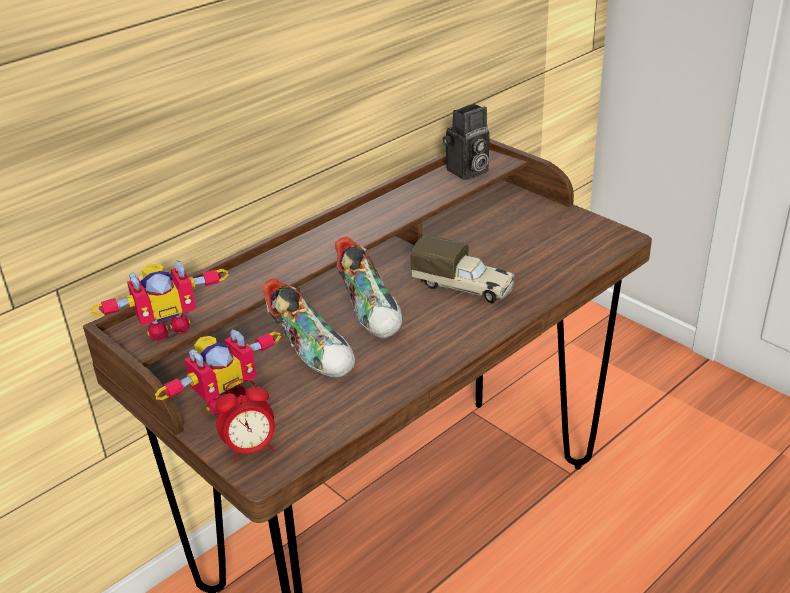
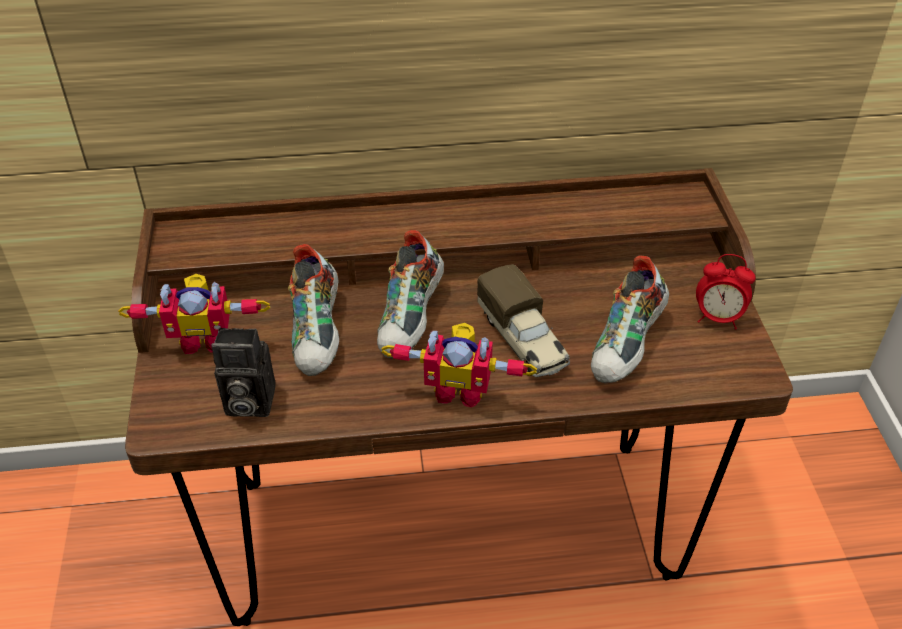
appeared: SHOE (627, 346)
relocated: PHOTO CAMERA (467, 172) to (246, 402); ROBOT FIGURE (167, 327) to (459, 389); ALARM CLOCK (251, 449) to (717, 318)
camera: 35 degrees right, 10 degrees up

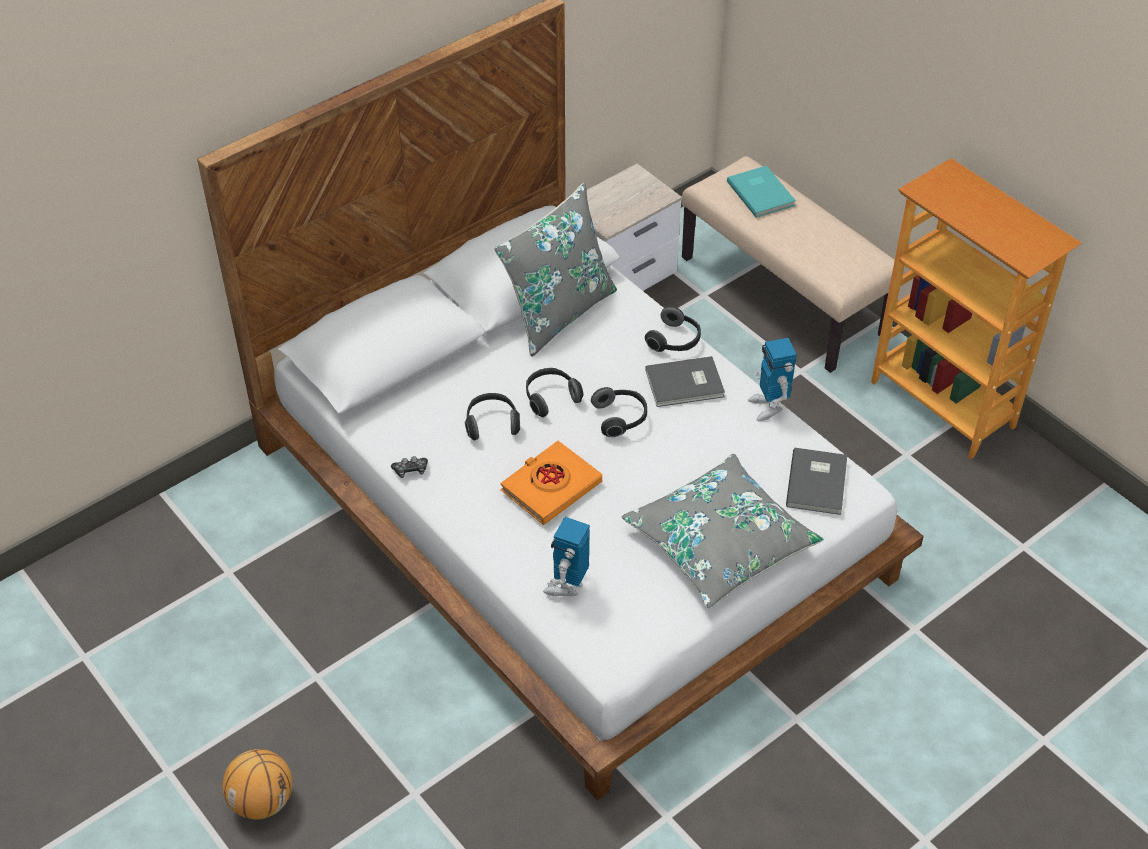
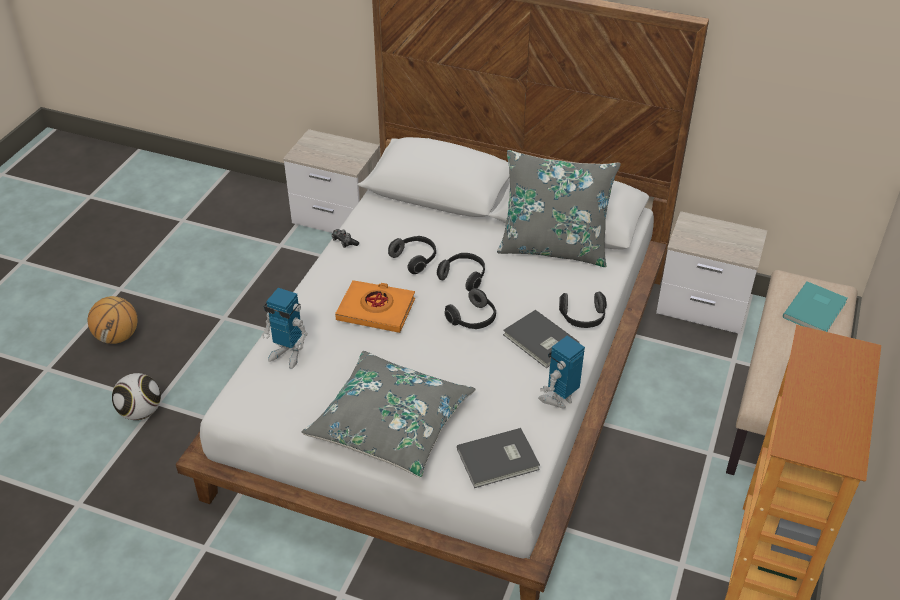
appeared: FOOTBALL BALL (141, 411); NIGHTSTAND (339, 218)
spun: ROBOT FIGURE (567, 586) = (287, 354) 150 degrees counterclockwise
camera: 60 degrees right, 5 degrees down

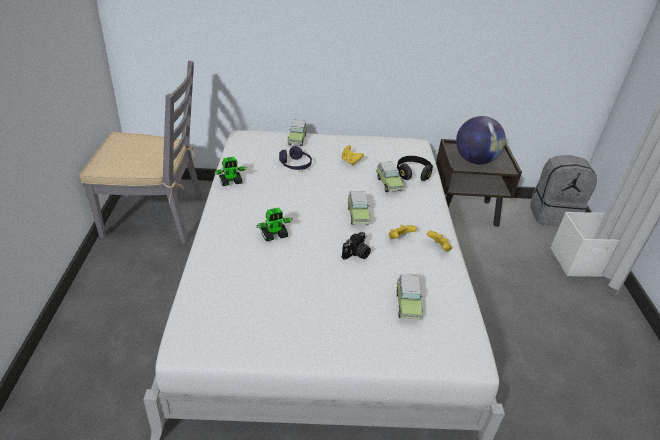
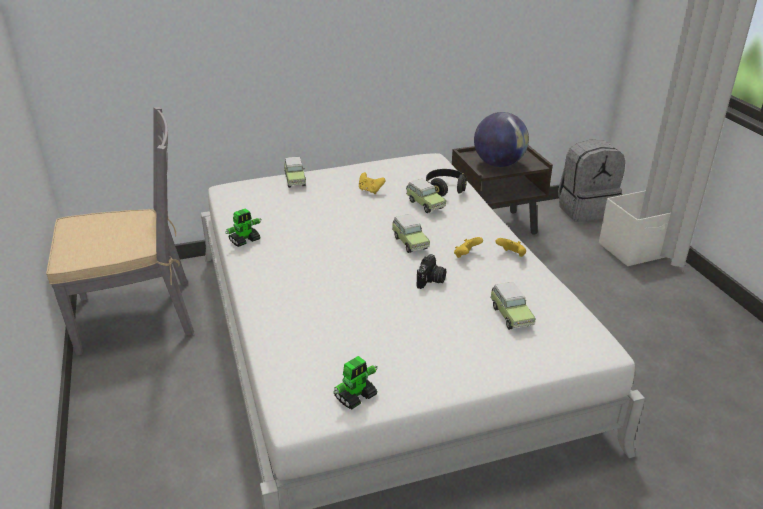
missing: PURPLISH PAIR OF HEADPHONES (295, 165)
relocated: ROBOT FIGURE (274, 235) to (356, 396)
camera: 15 degrees left, 5 degrees down

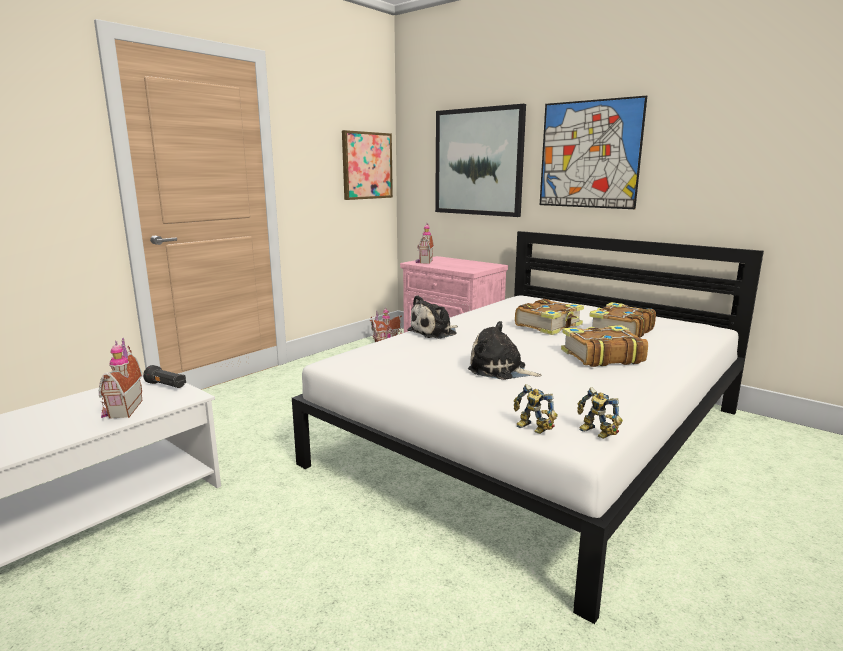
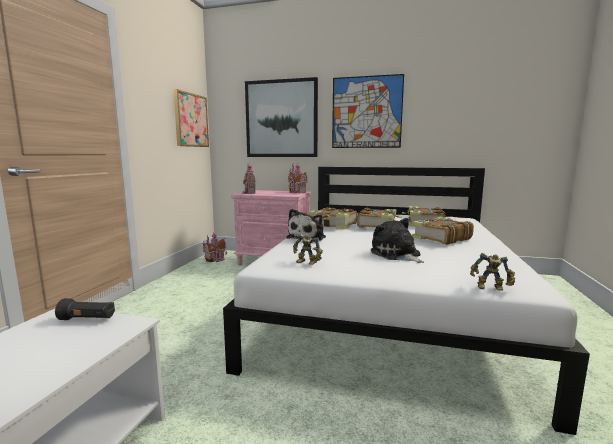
appeared: BOUND BOOK (333, 225)
relocated: MODEL HOUSE (121, 410) to (296, 192); ROBOT FIGURE (595, 433) to (306, 263)
spun: PLUSH TOY (500, 370) = (396, 254) 60 degrees clockwise
camera: 25 degrees left, 5 degrees down

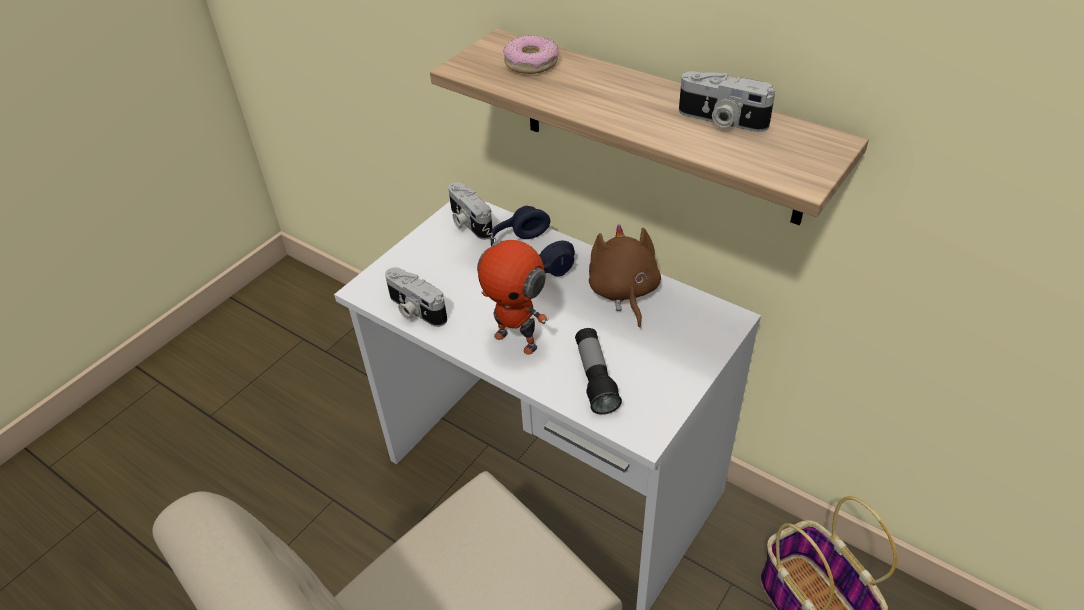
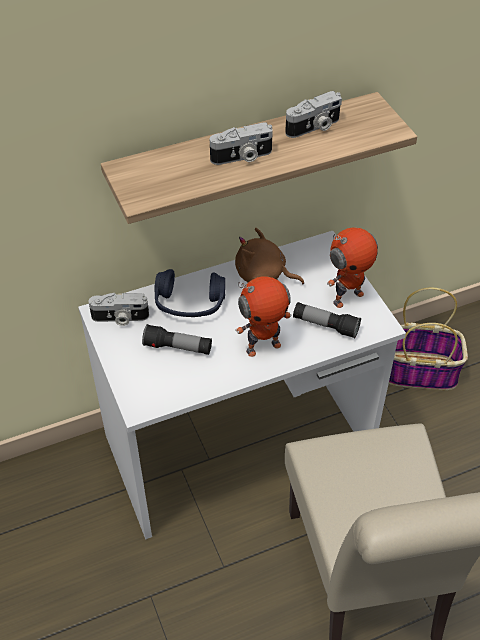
missing: DOUGHNUT (531, 63)
appeared: HAND TORCH (178, 347); ROBOT FIGURE (347, 297)
relocated: PHOTO CAMERA (415, 310) to (242, 157)
camera: 60 degrees left, 5 degrees up

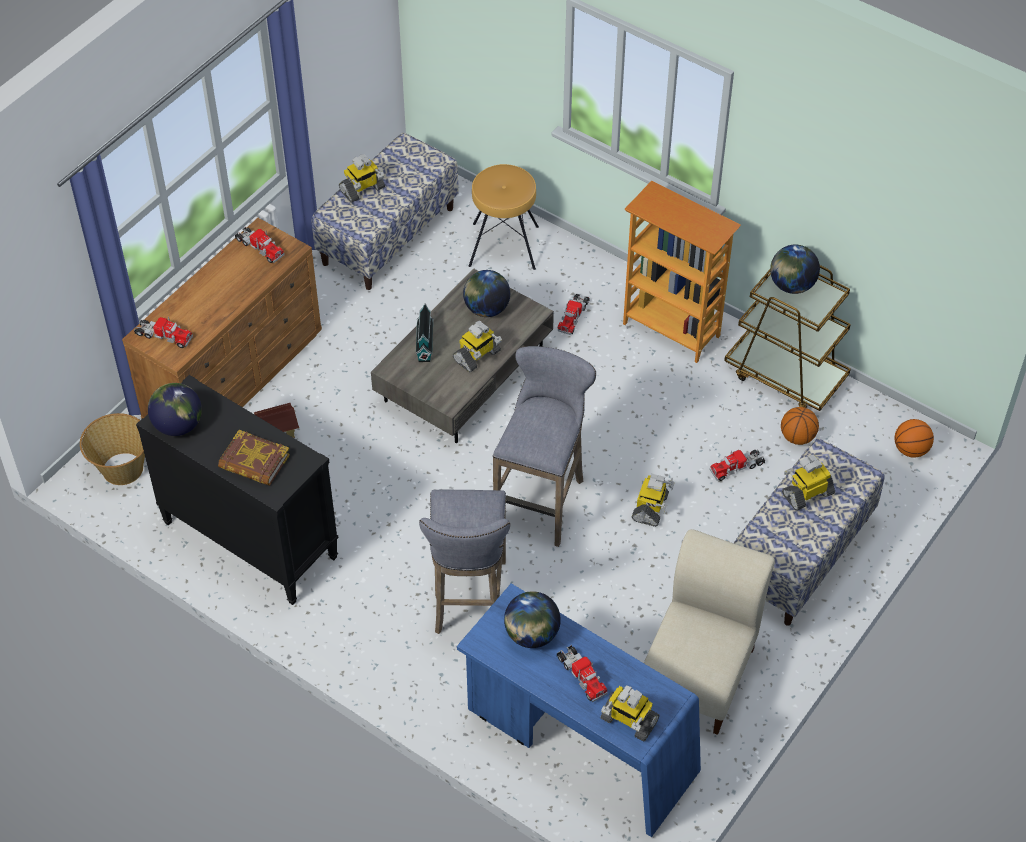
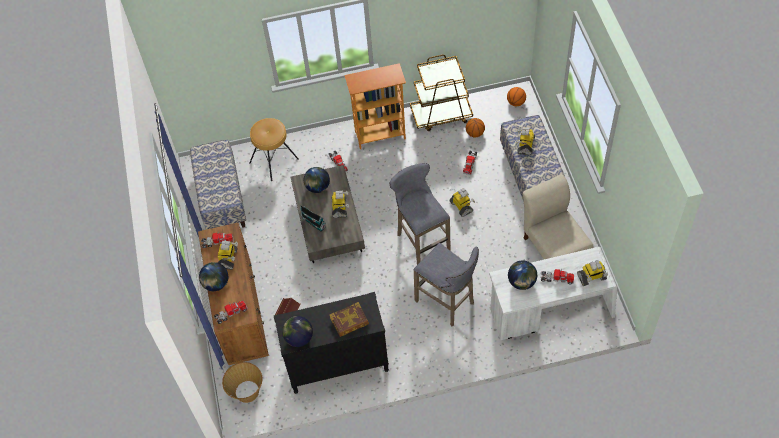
relocated: DESK GLOBE (791, 285) to (216, 284); ROBOT FIGURE (362, 190) to (228, 259)
colour: BLUE DESK TABLE (578, 743) to WHITISH DESK TABLE (550, 312)
camera: 45 degrees left, 5 degrees up

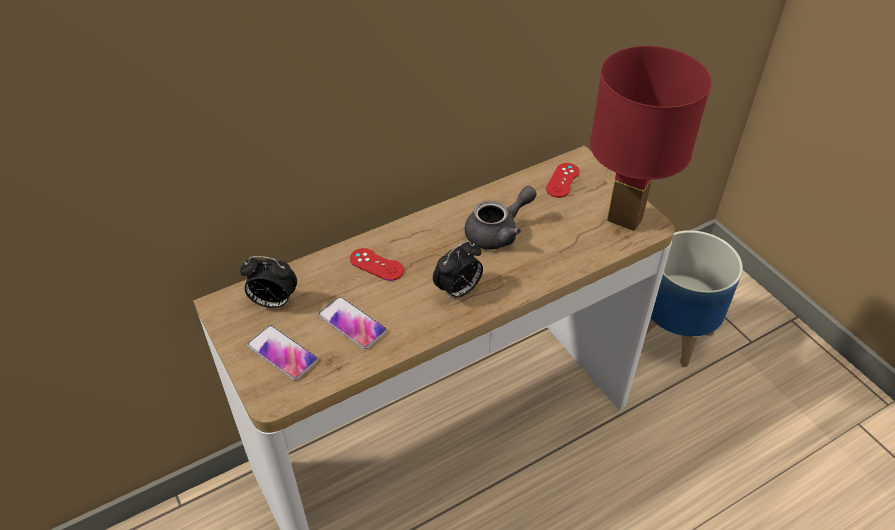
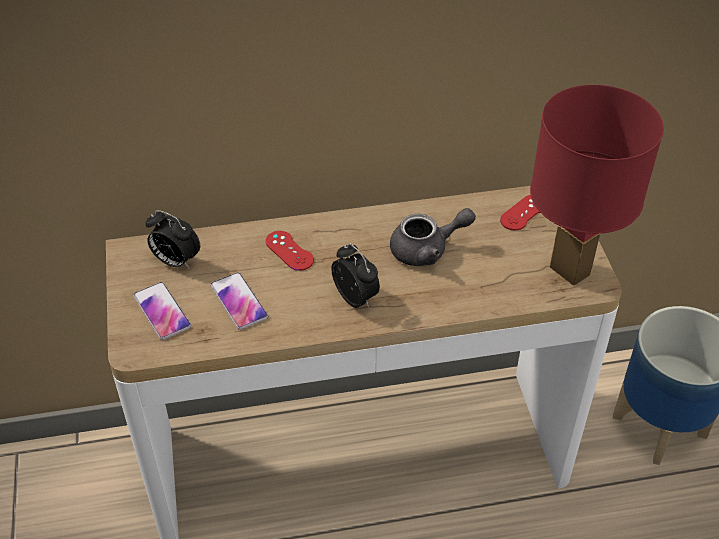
spun: ALARM CLOCK (458, 291) = (356, 298) 105 degrees counterclockwise
camera: 20 degrees right, 0 degrees up

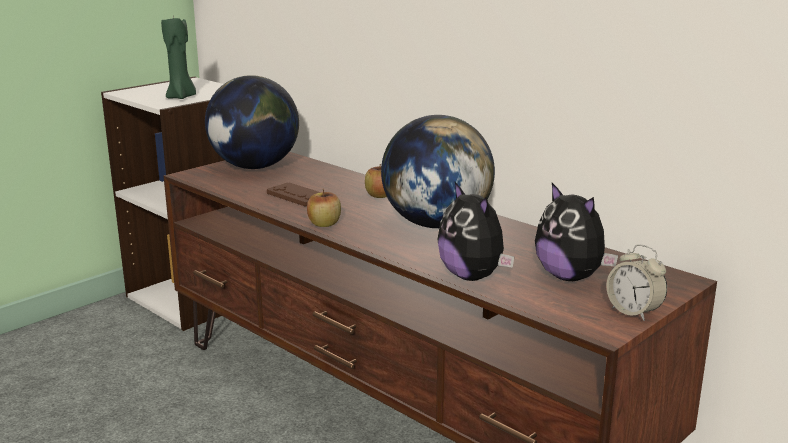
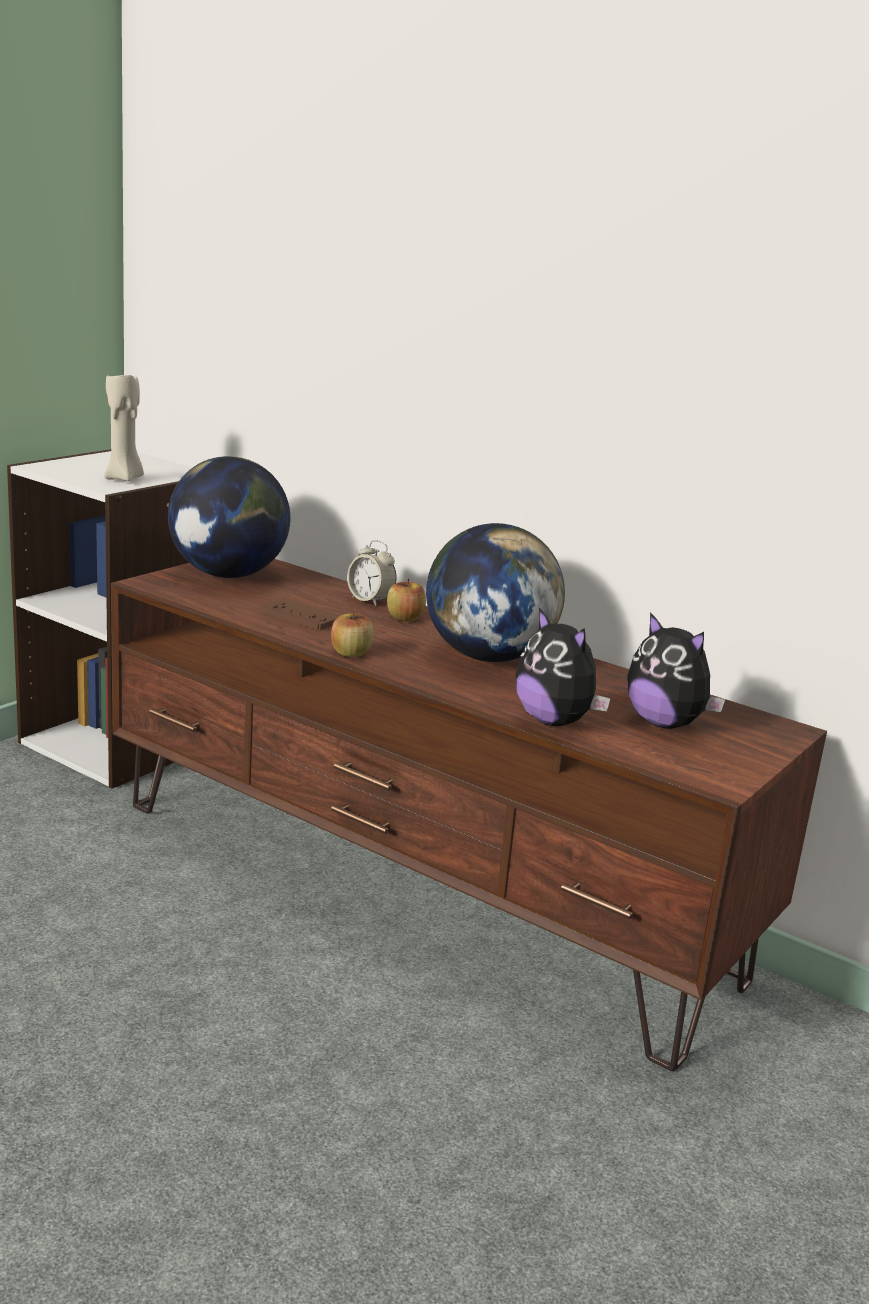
relocated: ALARM CLOCK (633, 312) to (370, 600)
colour: GREEN WAX LIGHT (181, 97) to BEIGE-COLOURED WAX LIGHT (124, 478)
camera: 10 degrees left, 0 degrees up

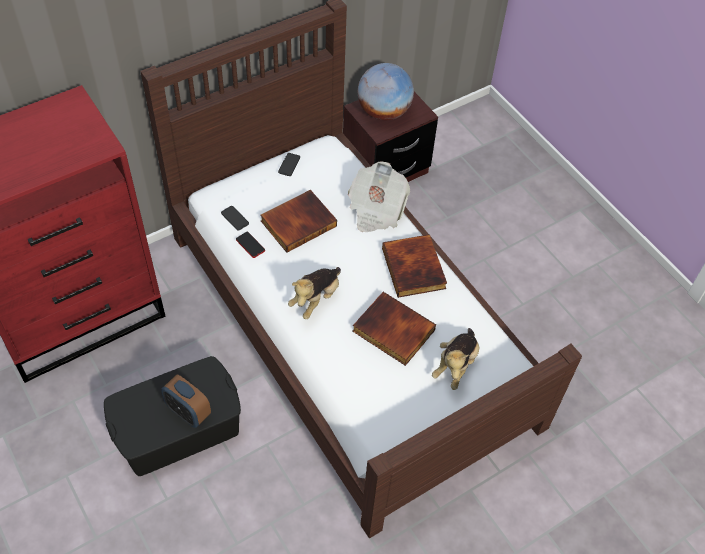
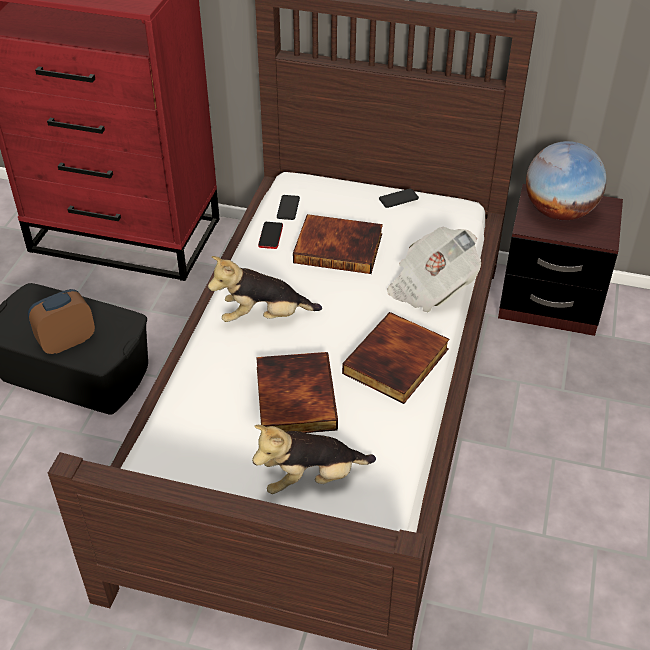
spun: ALARM CLOCK (188, 412) = (66, 341) 60 degrees clockwise
camera: 50 degrees right, 10 degrees down

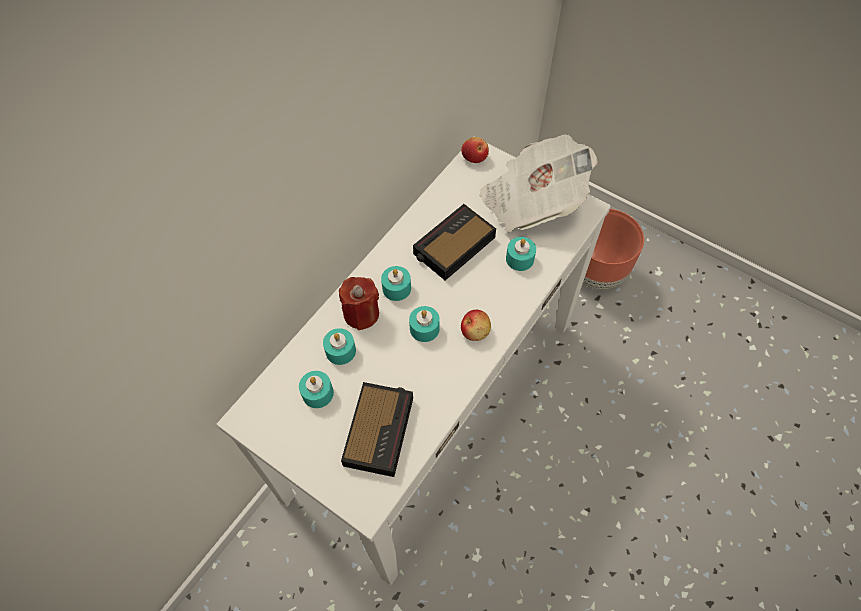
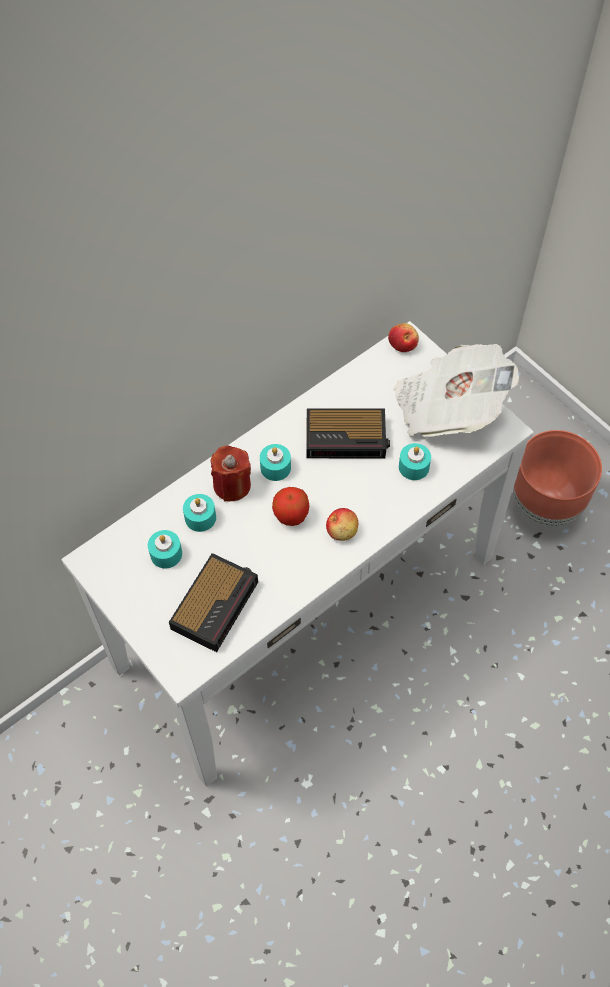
exchanged: BLUE-GREEN WAX LIGHT (424, 328) to WHOLE APPLE (291, 515)
spun: ALARM CLOCK (453, 247) = (347, 438) 150 degrees counterclockwise
camera: 15 degrees right, 0 degrees up

